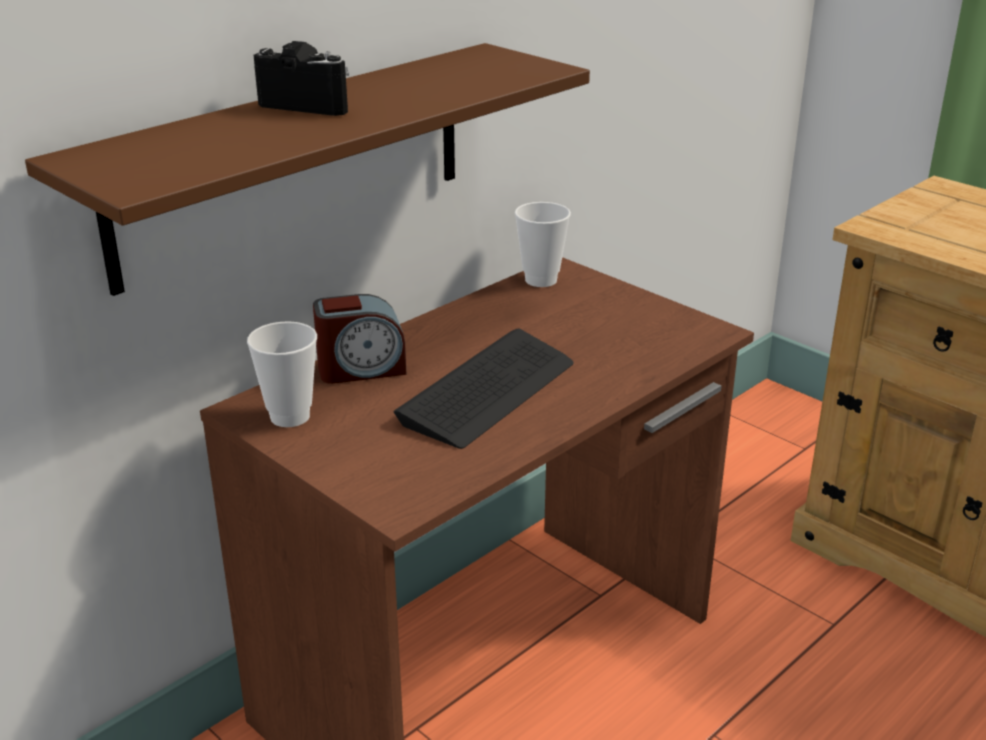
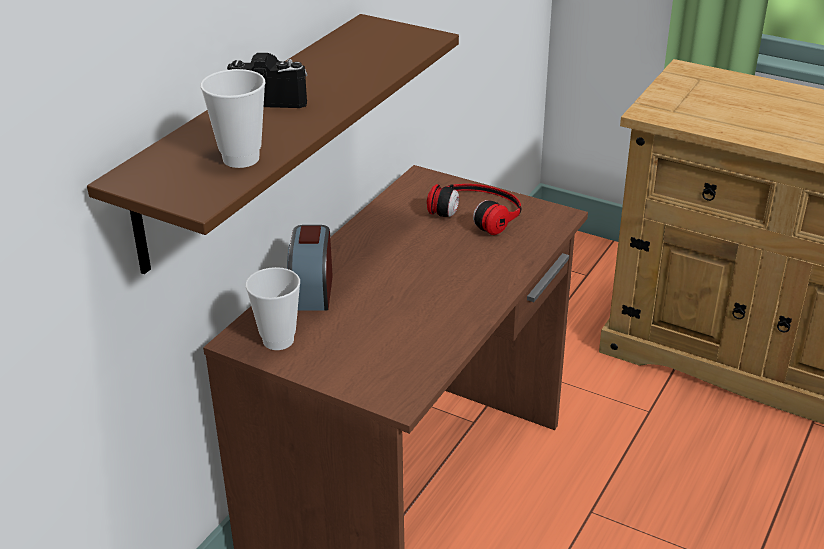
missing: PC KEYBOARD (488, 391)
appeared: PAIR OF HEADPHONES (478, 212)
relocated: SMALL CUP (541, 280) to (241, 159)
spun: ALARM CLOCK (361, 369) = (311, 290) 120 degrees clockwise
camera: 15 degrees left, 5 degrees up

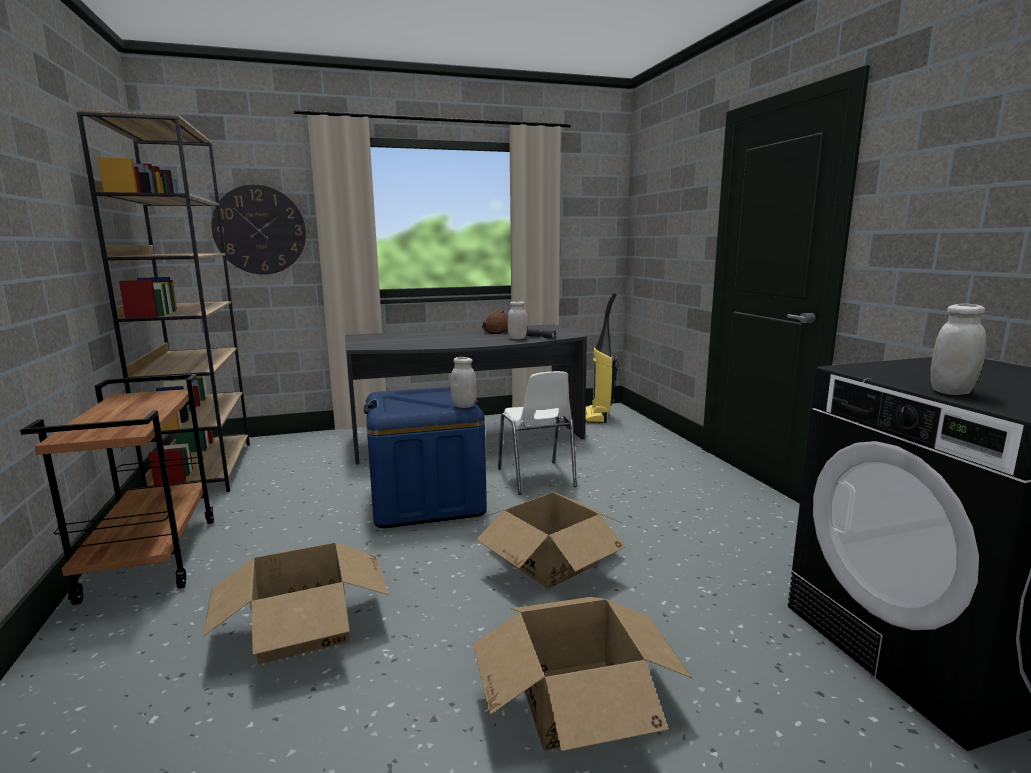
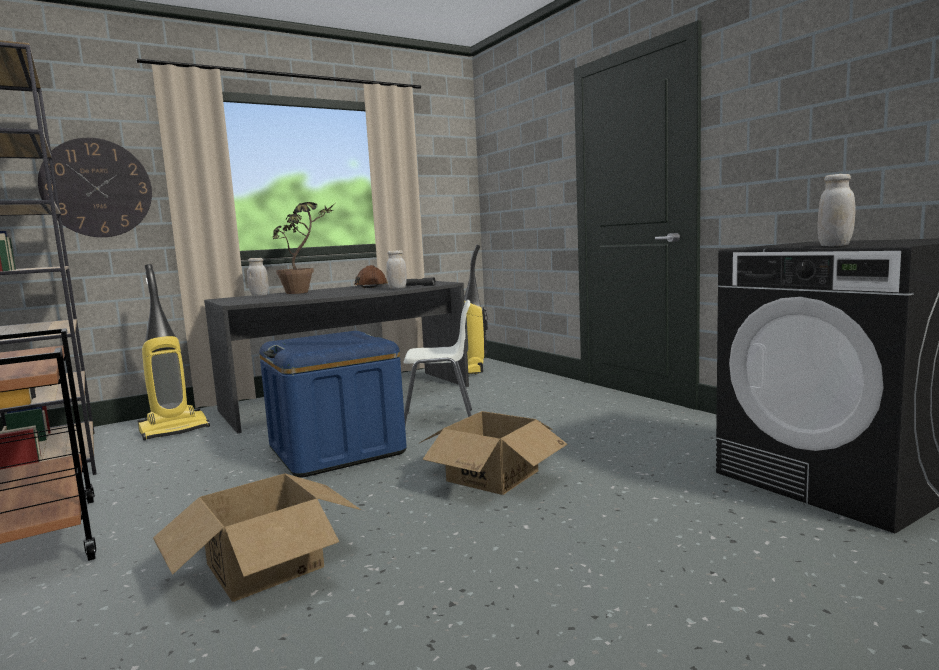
missing: PACKING BOX (577, 702)
appeared: VACUUM (175, 430); POTTED PLANT (305, 292)
relocated: WHITISH STORAGE JAR (464, 406) to (259, 295)
spun: WHITISH UPRIGHT CHAIR (537, 478) = (440, 420) 60 degrees counterclockwise
camera: 15 degrees left, 5 degrees down

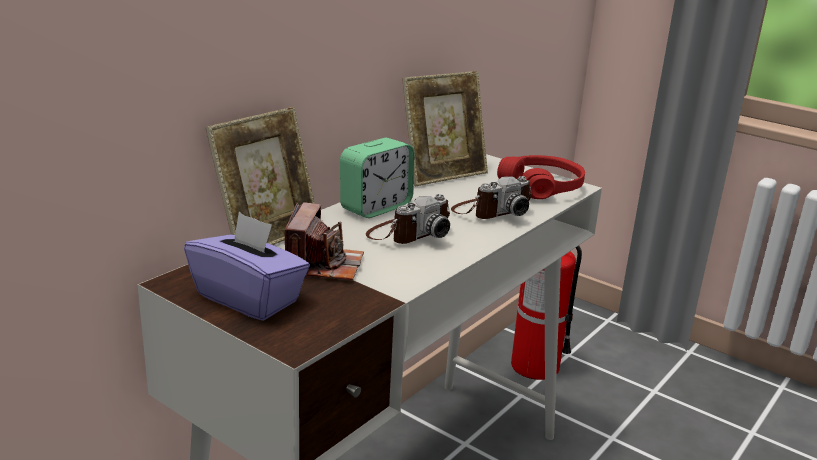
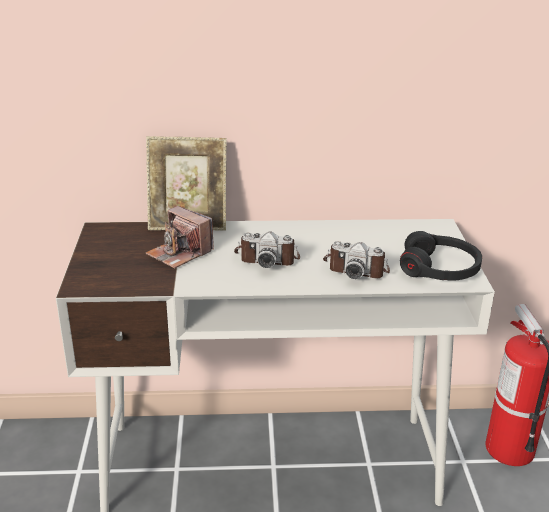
missing: PURPLISH BOX OF TISSUES (249, 298); ALARM CLOCK (376, 207); PHOTO FRAME (443, 174)
colour: RED-COLOURED PAIR OF HEADPHONES (542, 187) to BLACK-COLOURED PAIR OF HEADPHONES (439, 269)
spun: PHOTO CAMERA (323, 265) = (179, 253) 75 degrees clockwise
camera: 50 degrees right, 5 degrees up

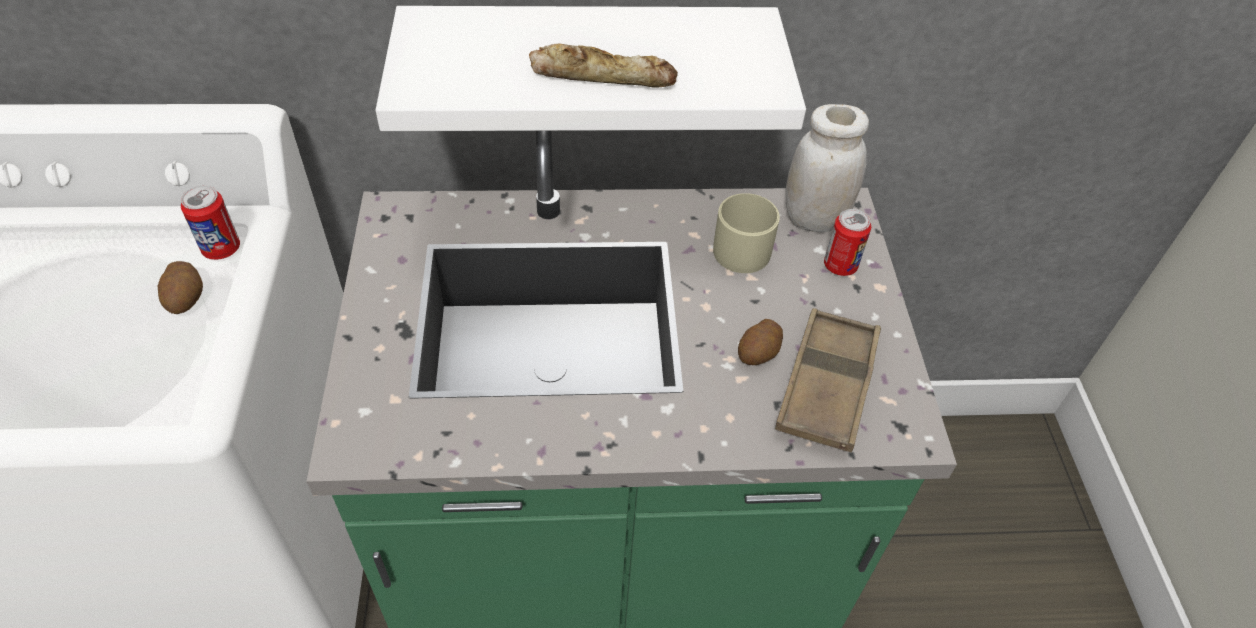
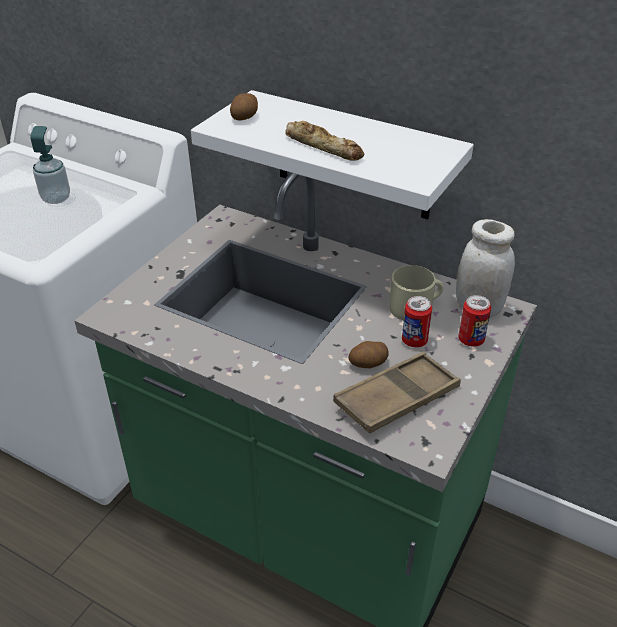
appeared: LIQUID SOAP BOTTLE (56, 198)
relocated: WHOLE POTATO (186, 299) to (245, 117); CAN (221, 249) to (414, 341)
camera: 35 degrees right, 10 degrees down

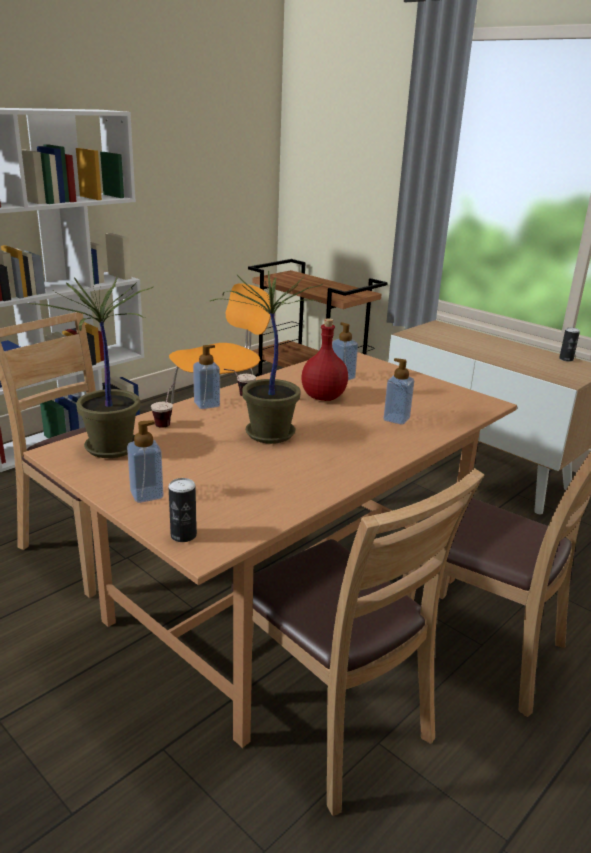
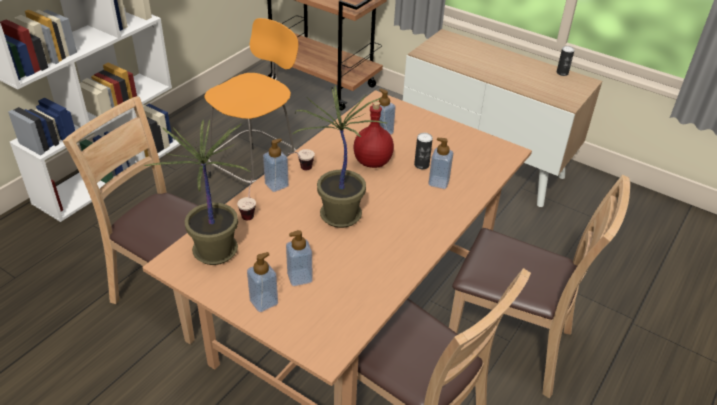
appeared: LIQUID SOAP BOTTLE (299, 277)
relocated: CAN (183, 535) to (421, 165)
camera: 10 degrees left, 15 degrees up

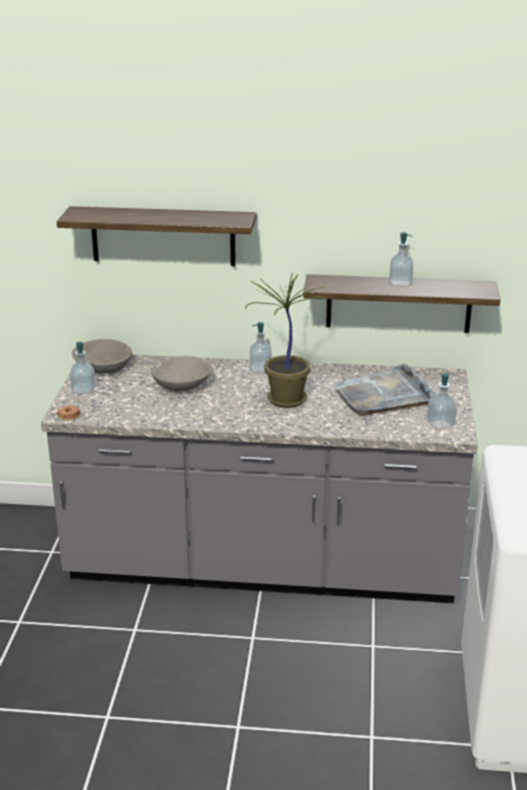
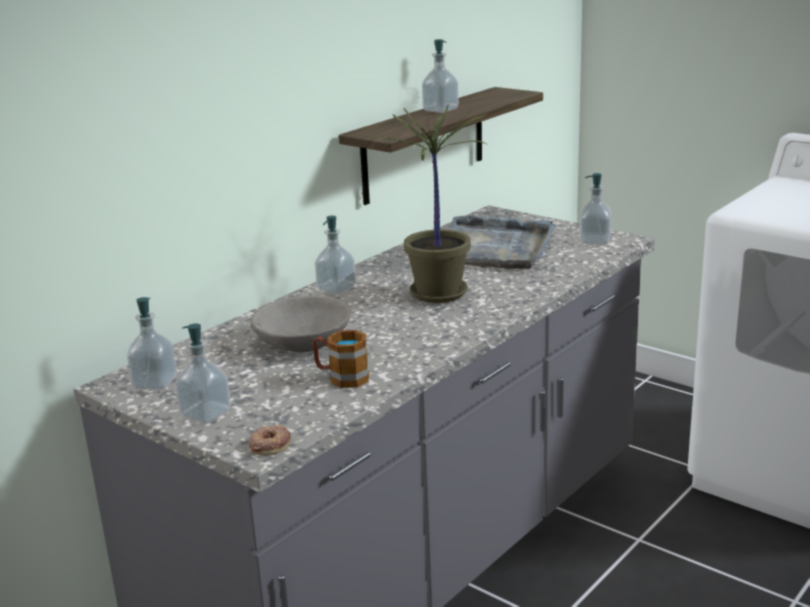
missing: SHELF (163, 236)
appeared: COFFEE MUG (341, 377)
exchanged: GRAY SERVING BOWL (103, 367) to LIQUID SOAP BOTTLE (155, 383)
camera: 55 degrees left, 5 degrees down

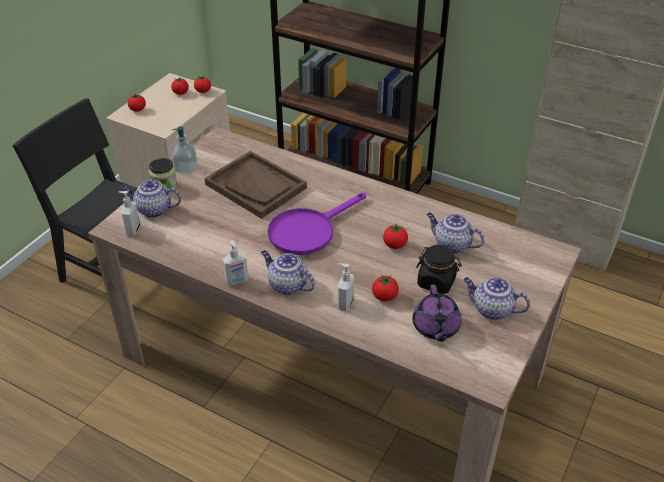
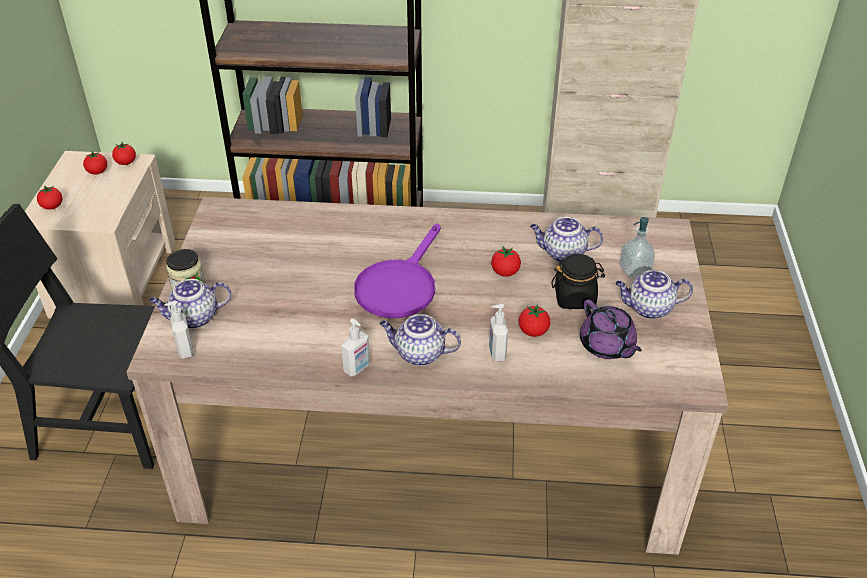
missing: BROWN TRAY (256, 186)
relocated: LIQUID SOAP BOTTLE (186, 168) to (634, 270)
camera: 25 degrees left, 0 degrees up

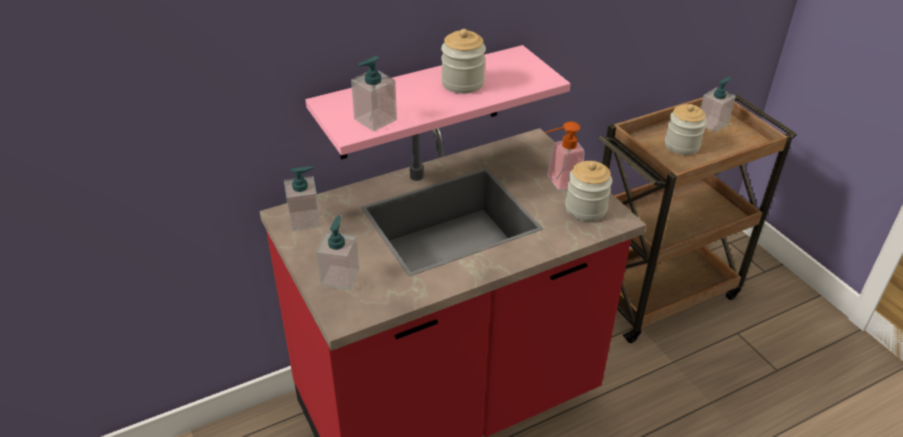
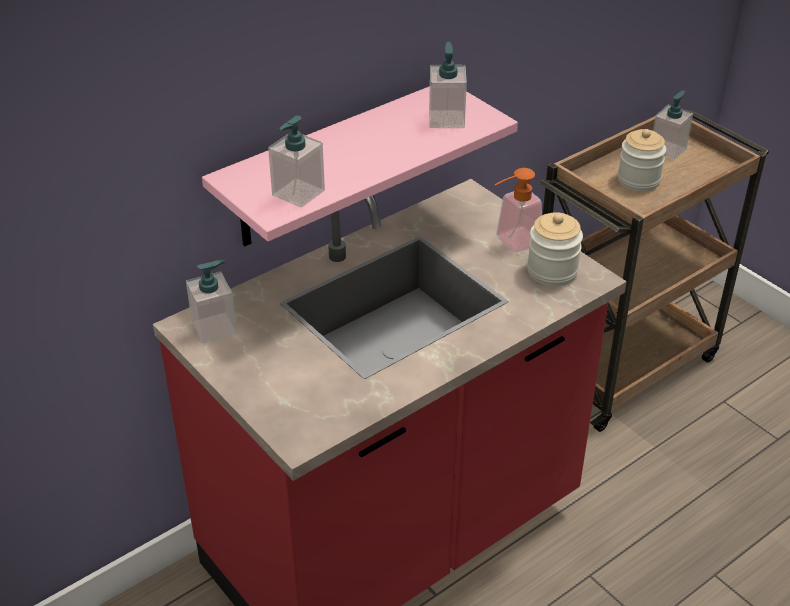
missing: STORAGE JAR (462, 83)
relocated: LIQUID SOAP BOTTLE (340, 277) to (446, 119)
camera: 10 degrees left, 0 degrees up

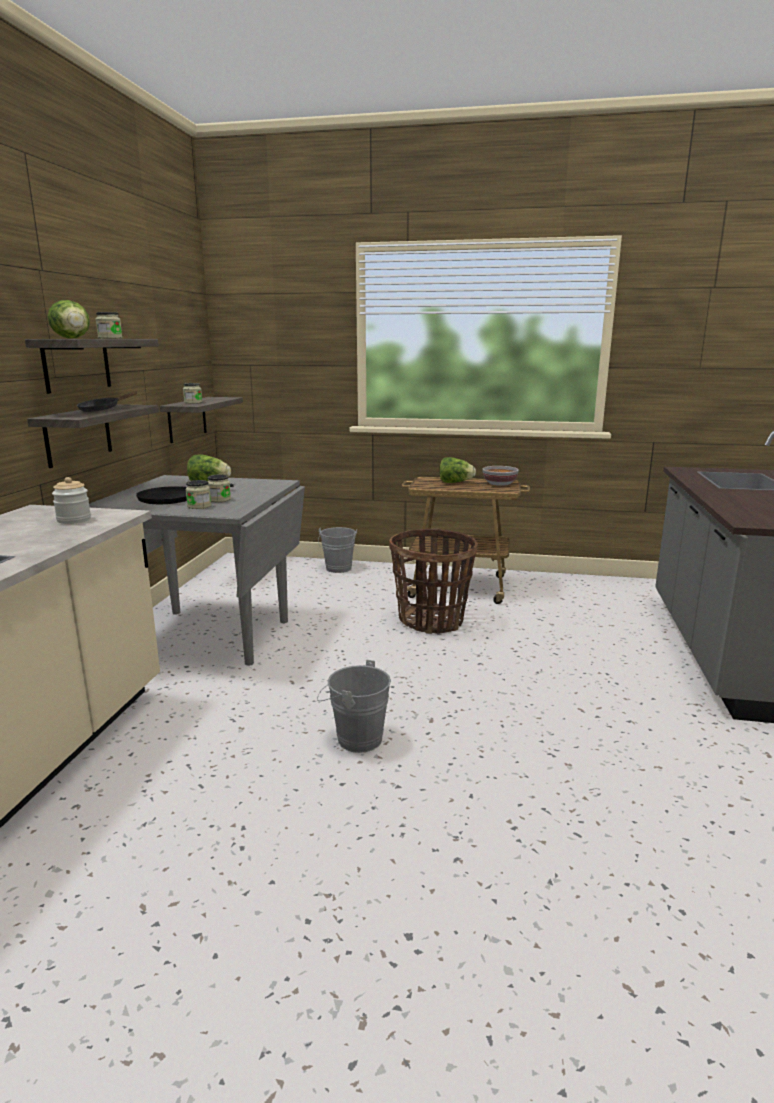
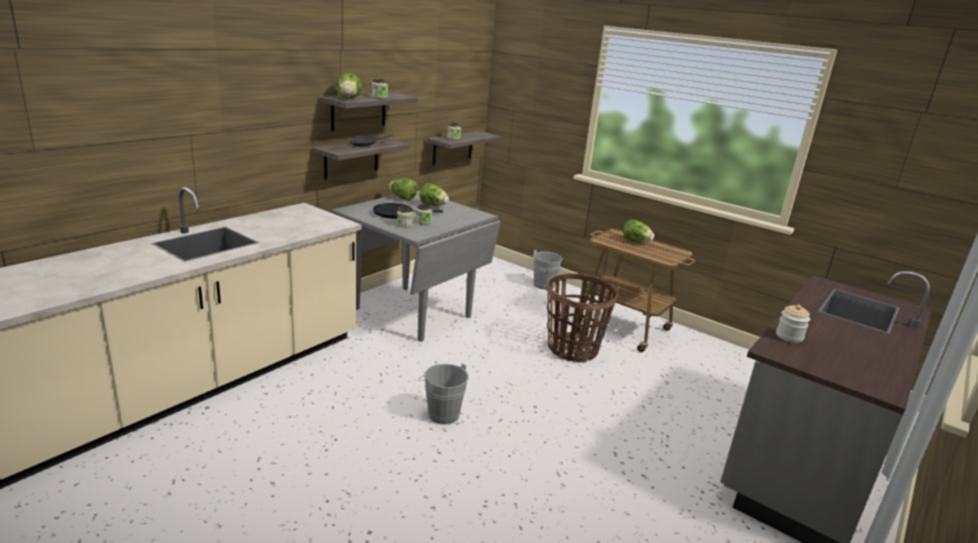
missing: SERVING BOWL (499, 484)
appeared: LETTUCE (402, 198)
relocated: STORAGE JAR (74, 520) to (789, 336)
camera: 25 degrees right, 5 degrees up

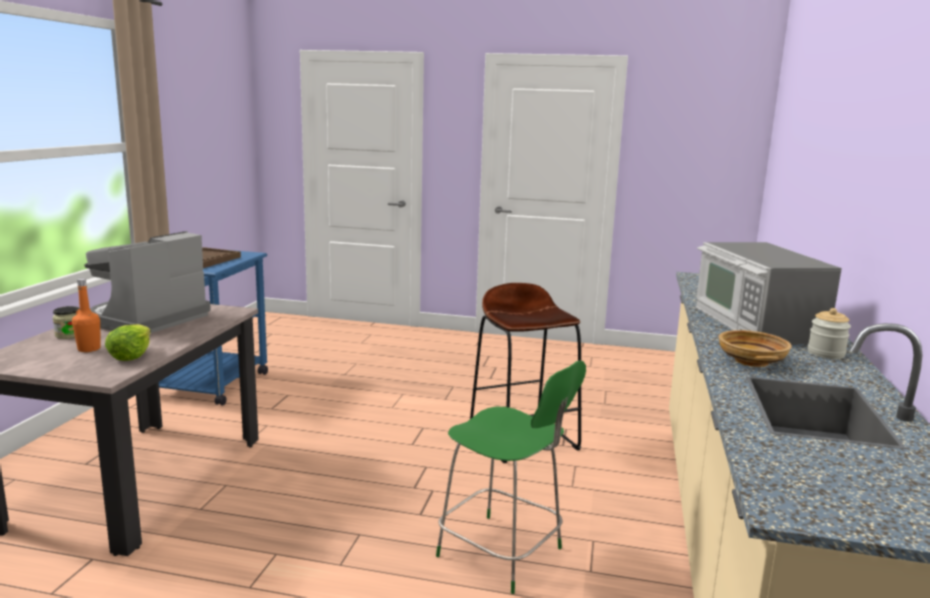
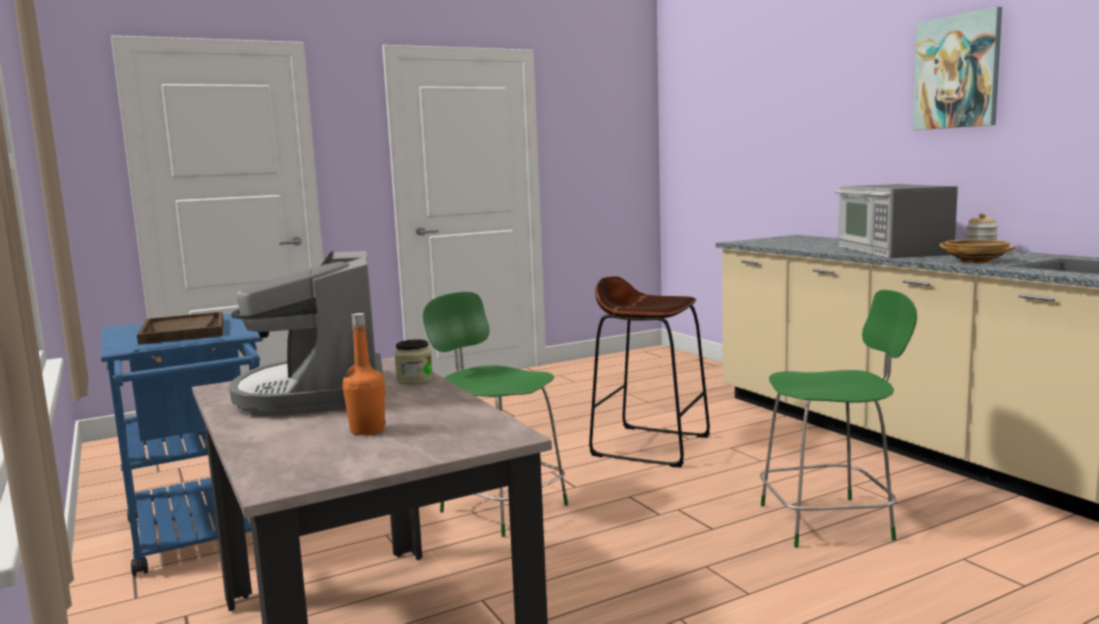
missing: LETTUCE (131, 355)
appeared: GREEN UPRIGHT CHAIR (500, 507); WALL ART (957, 72)
relocated: STORAGE JAR (69, 335) to (414, 380)
spun: KITCHEN MICROWAVE (755, 324) = (890, 251) 45 degrees clockwise
camera: 40 degrees left, 5 degrees down

